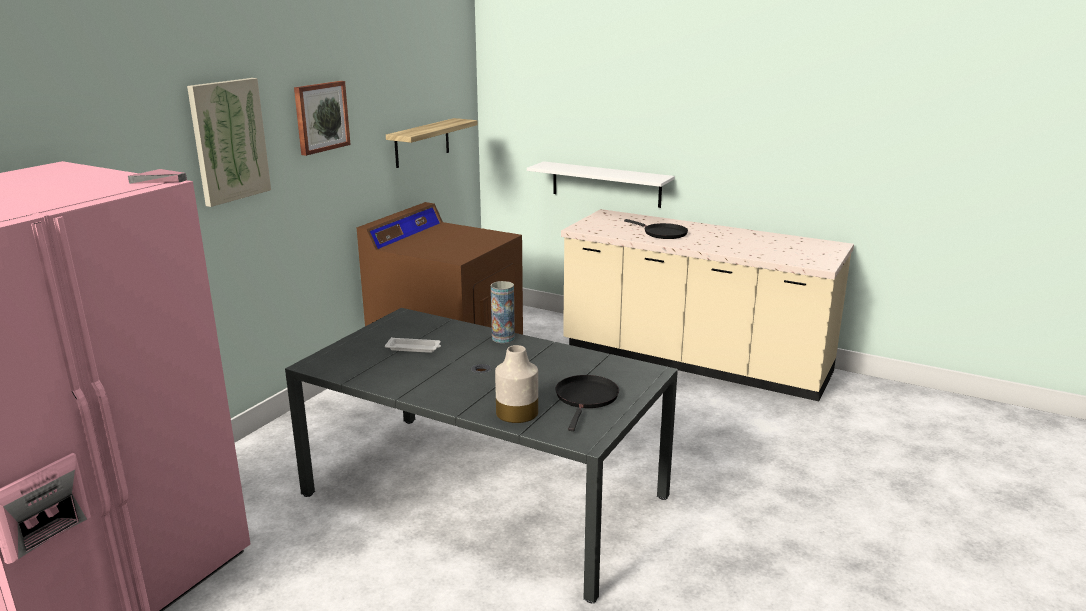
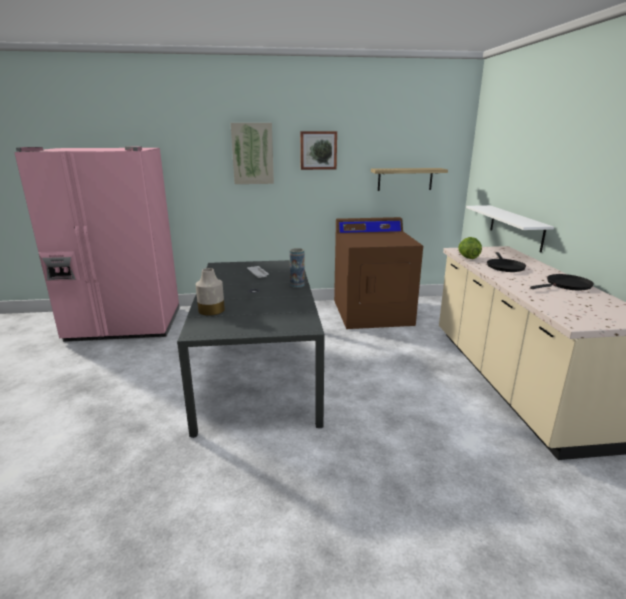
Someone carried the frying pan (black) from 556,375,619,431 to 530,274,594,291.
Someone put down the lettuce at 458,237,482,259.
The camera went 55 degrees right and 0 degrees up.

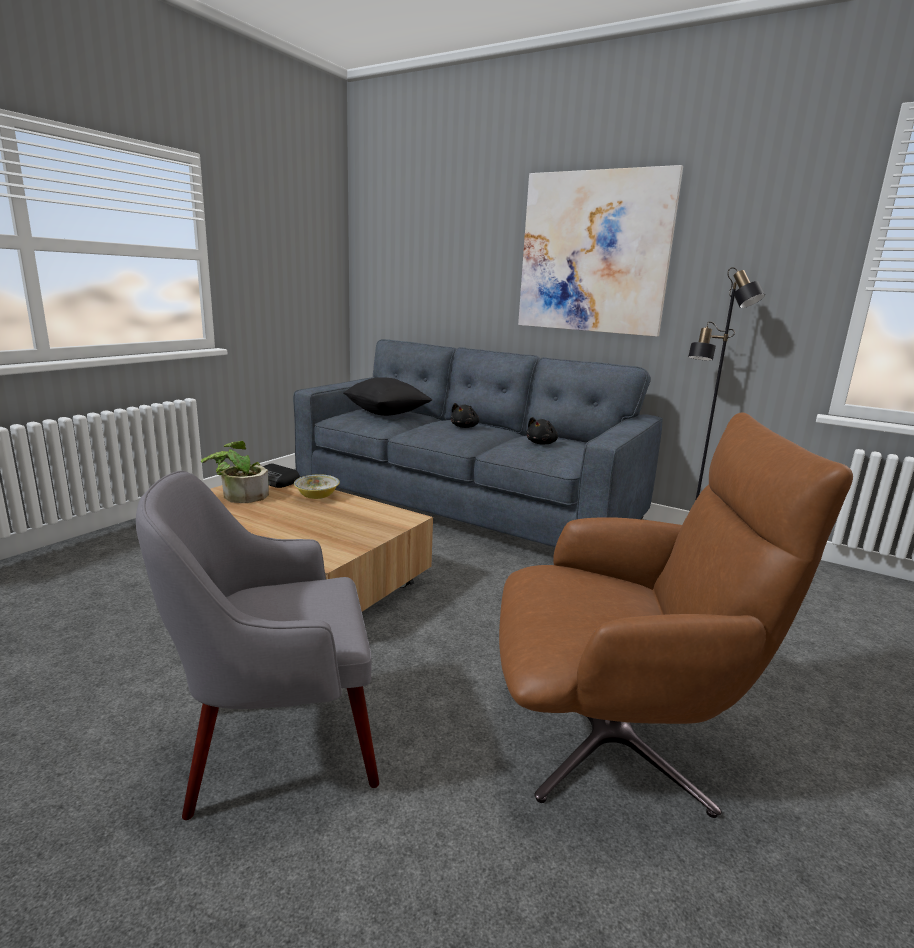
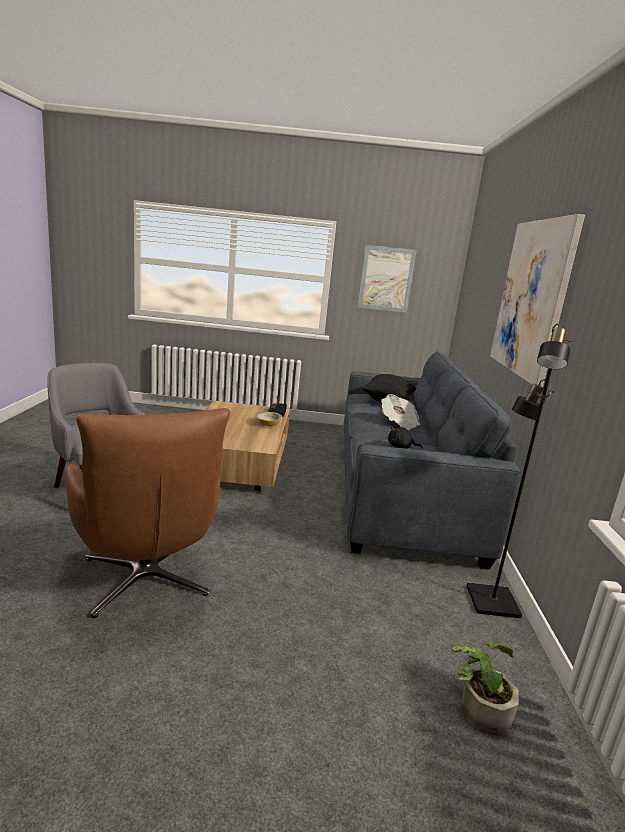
Someone carried the potted plant from 201,441,269,503 to 453,641,519,735.
Someone swapped the plush toy (black) at 451,403,479,428 for the newspaper at 381,394,421,430.
Someone put up the picture at 358,245,417,313.
The camera went 60 degrees right and 0 degrees up.

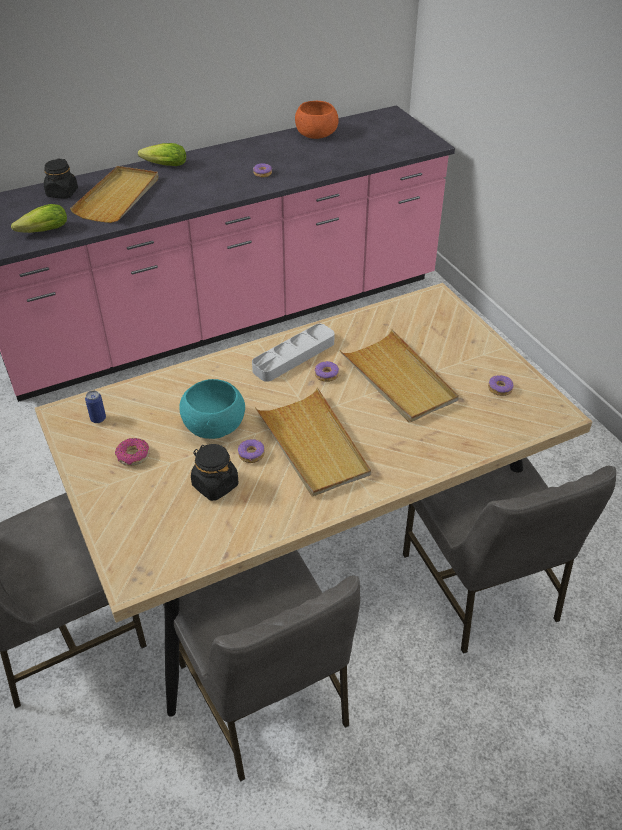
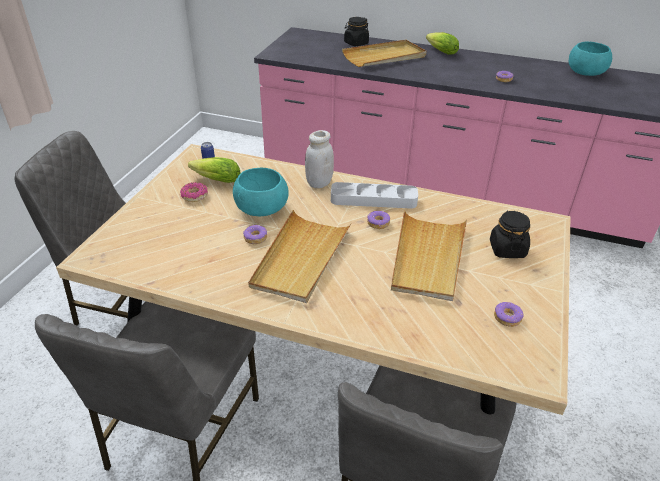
Someone carried the lettuce from 11,204,67,233 to 188,157,241,183.
Someone carried the jar (black) from 191,444,238,501 to 490,211,530,258.
Someone repainted the bowl (orange) at 295,101,339,139, which became the bowl (turquoise) at 569,42,612,76.
Someone put down the jar (white) at 305,130,334,188.
The camera went 45 degrees right and 5 degrees down.

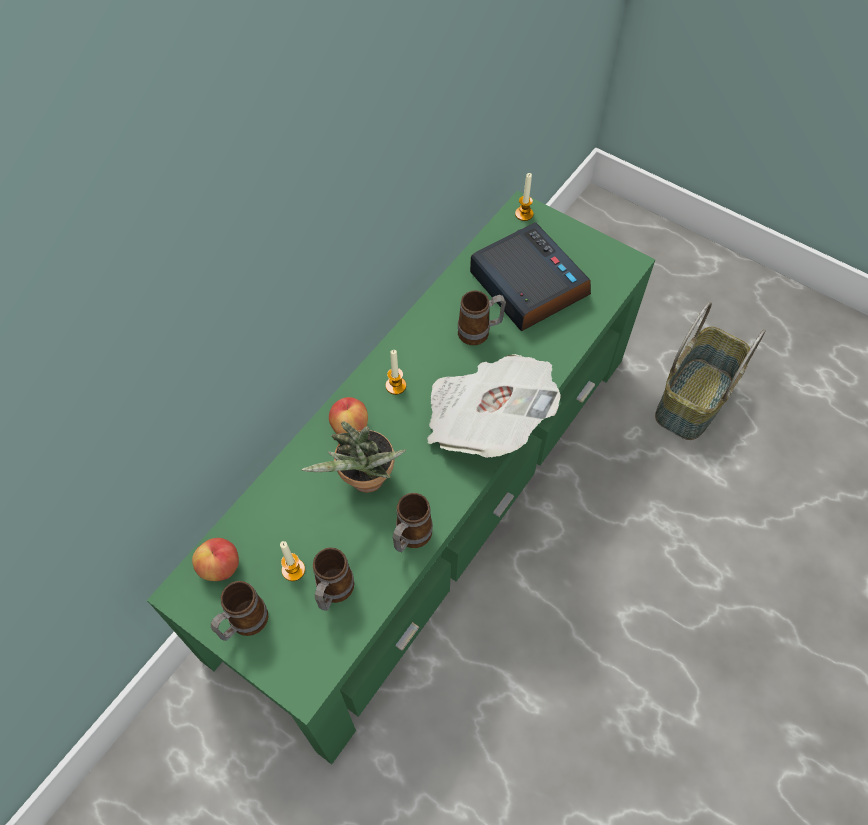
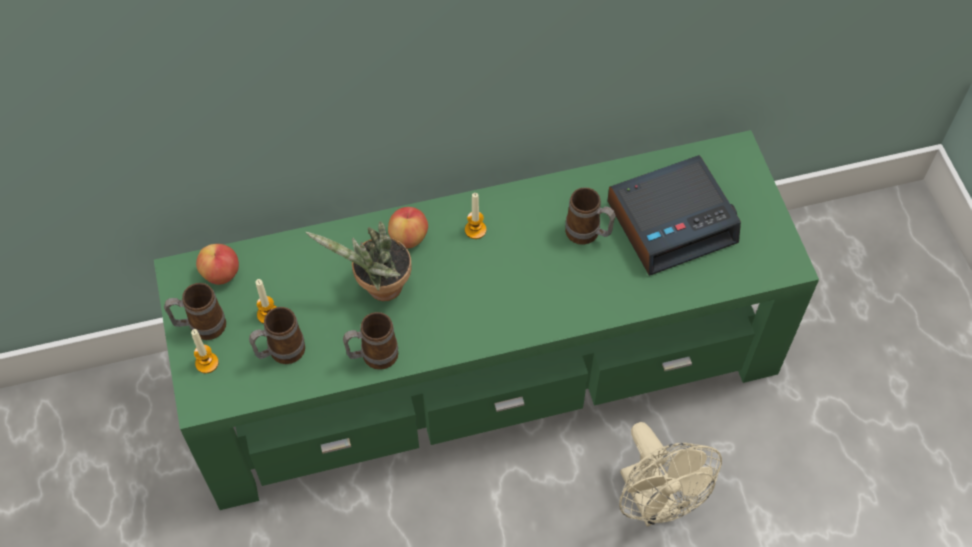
Someone took away the newspaper at 427,354,560,458.
Someone rotated the alarm clock at 470,222,591,331 by 60 degrees clockwise.
Someone carried the candle from 515,173,533,221 to 191,329,219,373.
Someone took away the basket at 655,302,766,440.
Someone put down the fan (beige) at 619,422,722,527.
The camera went 40 degrees right and 0 degrees up.

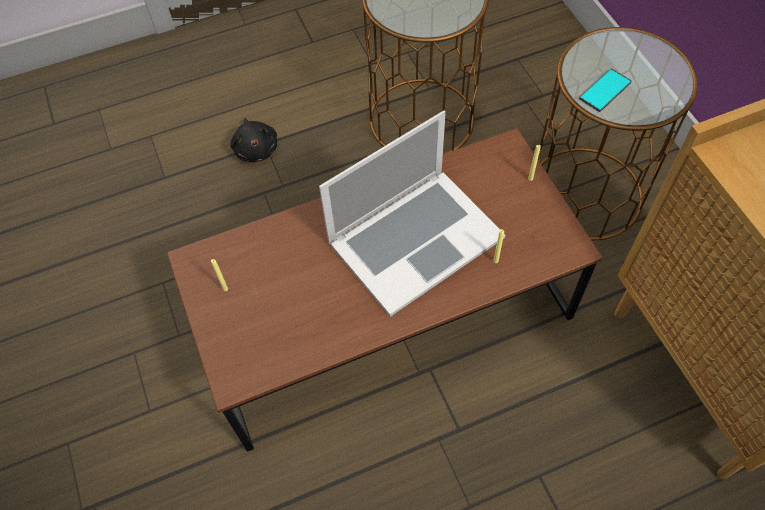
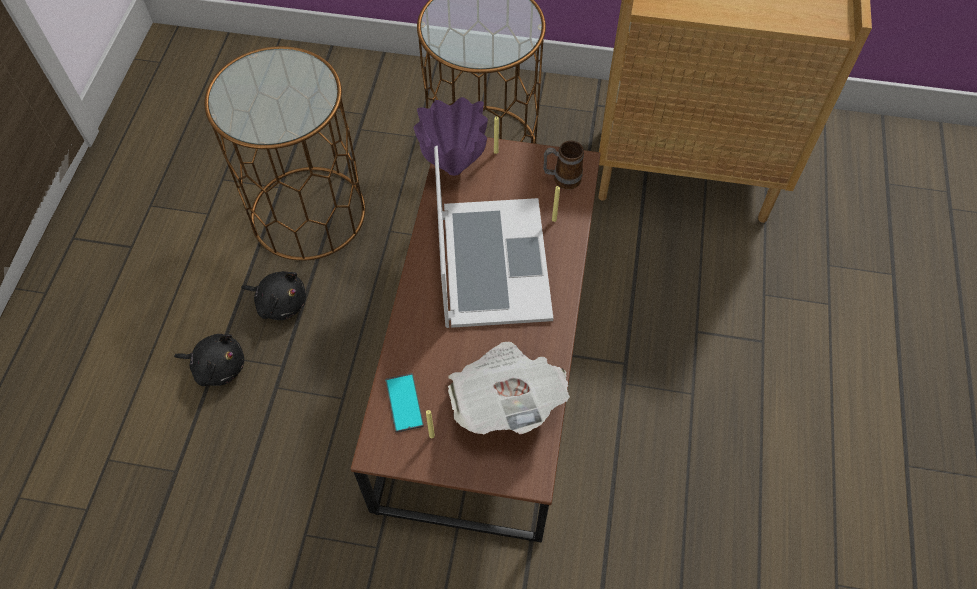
Someone carried the phone from 579,68,632,112 to 385,373,424,433.
Someone put down the plush toy (black) at 241,271,306,320.
Someone put down the vase (purple) at 414,97,488,176.
Someone put down the newspaper at 448,341,570,435.
Someone put down the mug at 543,141,584,190.
The camera went 60 degrees left and 0 degrees up.

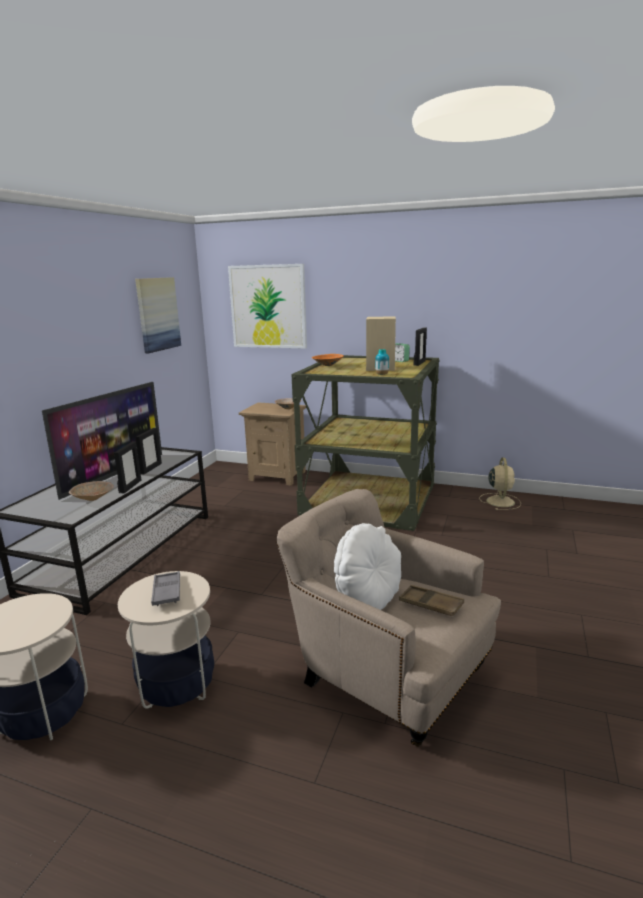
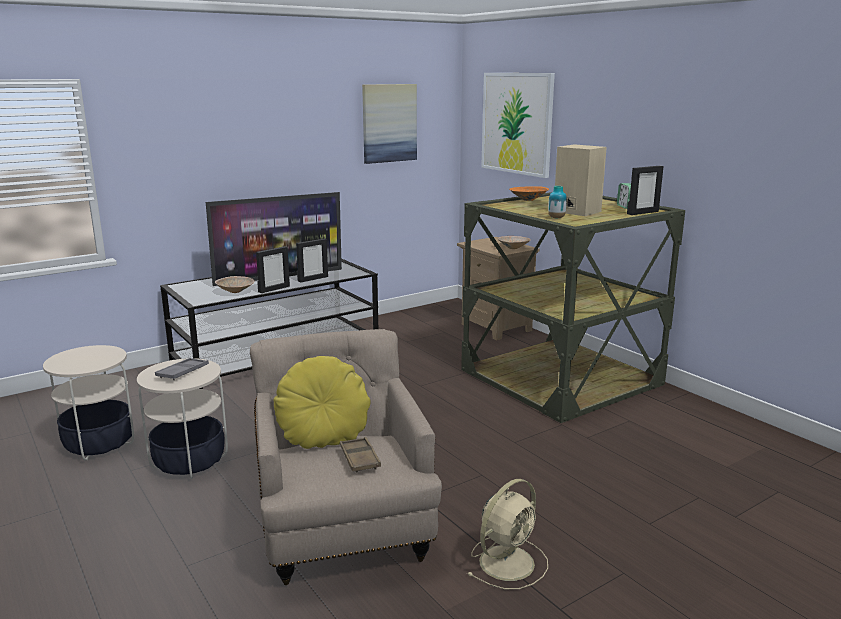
Someone repainted the pillow (white) at 334,523,401,610, which became the pillow (yellow) at 274,356,371,449.
Someone carried the fan (beige) from 479,457,521,510 to 467,479,548,589.
The camera went 35 degrees right and 0 degrees up.

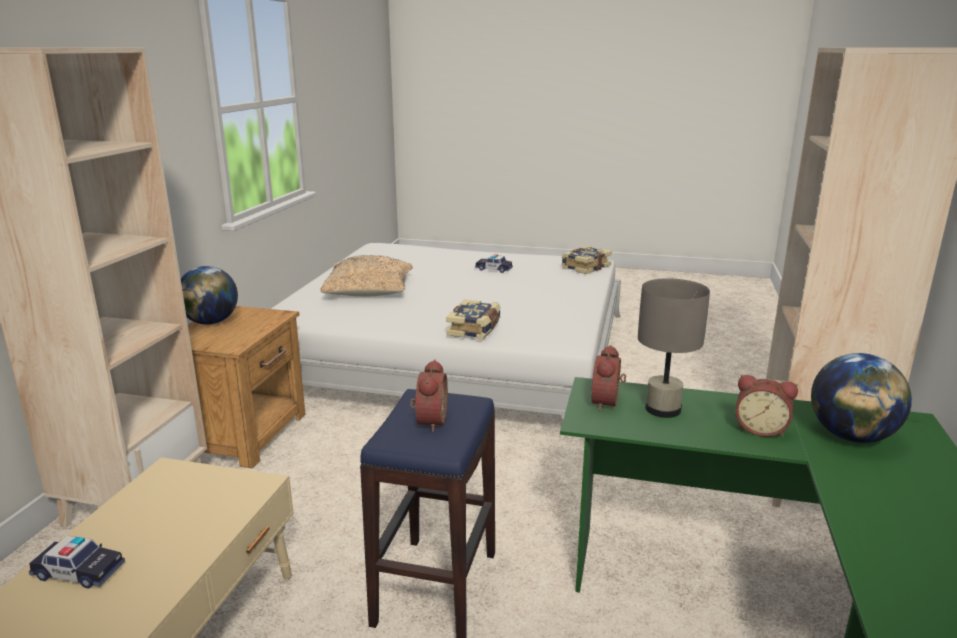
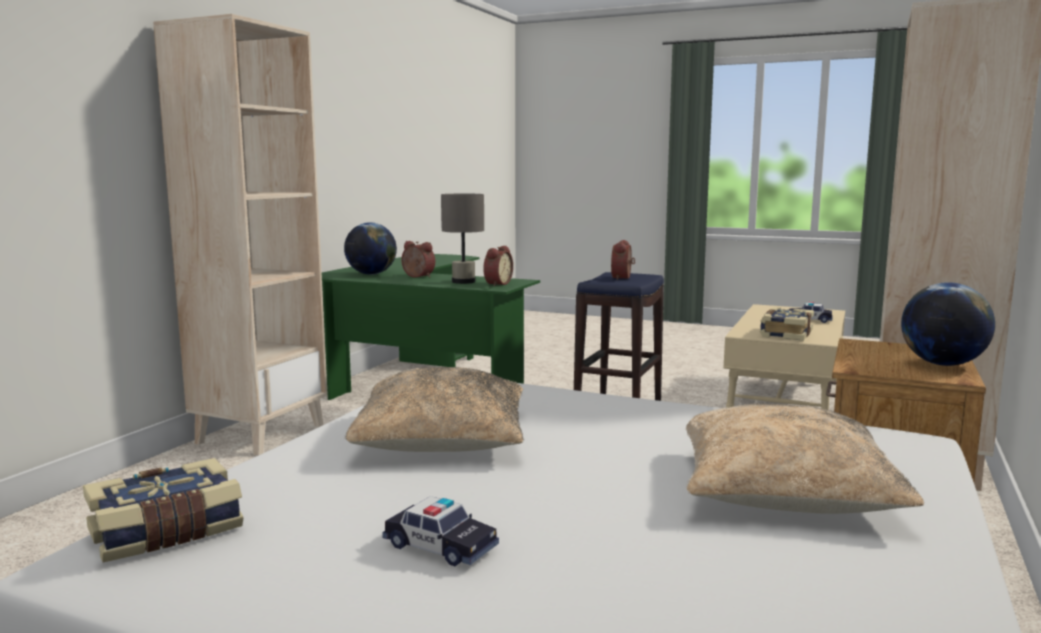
Someone carried the book from 446,299,501,340 to 760,307,814,341.
Someone put down the pillow (beige) at 345,366,524,452.
The camera went 170 degrees left and 10 degrees down.

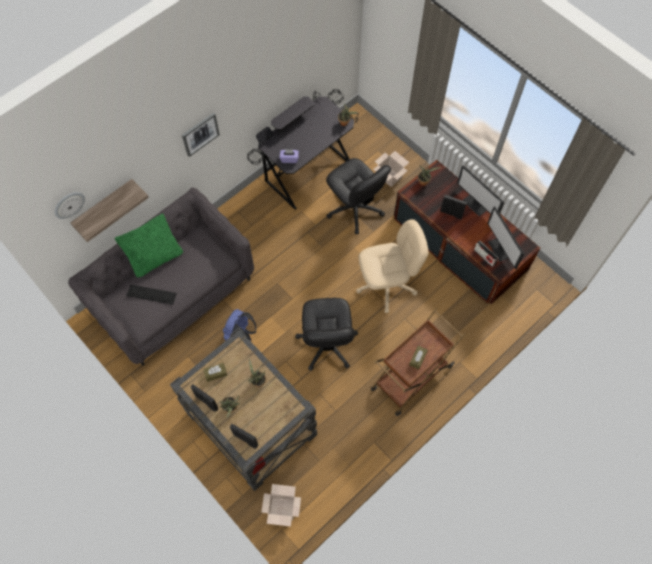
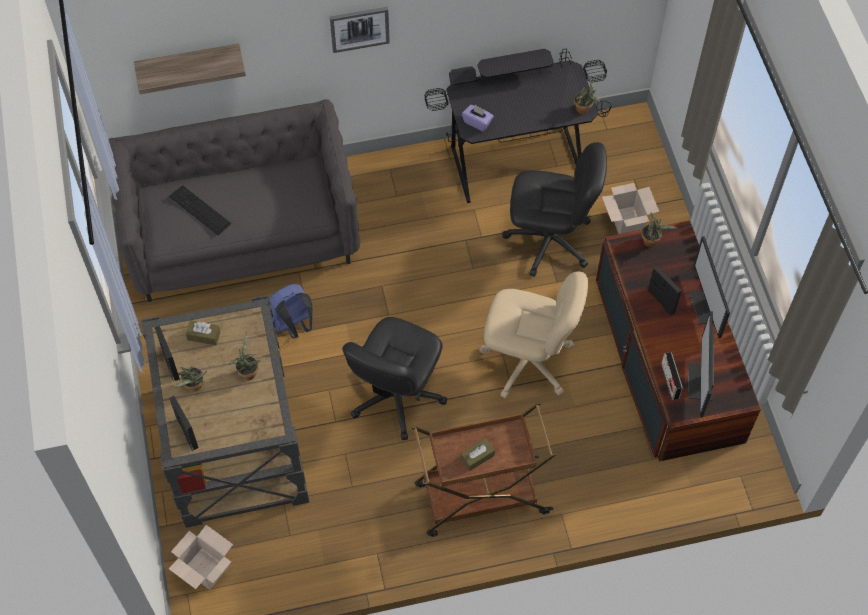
Someone took away the wall clock at 55,192,85,219.
Someone took away the pillow (green) at 115,213,183,278.
Someone rotated the office chair (black) at 326,158,391,234 by 75 degrees counterclockwise.
The camera went 30 degrees right and 5 degrees down.

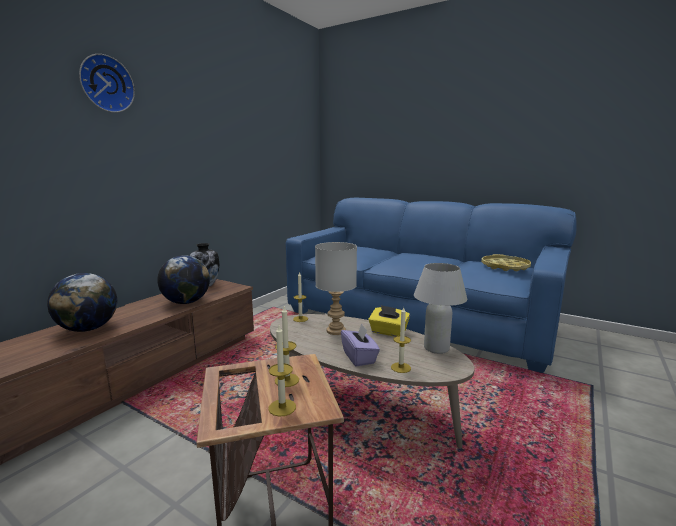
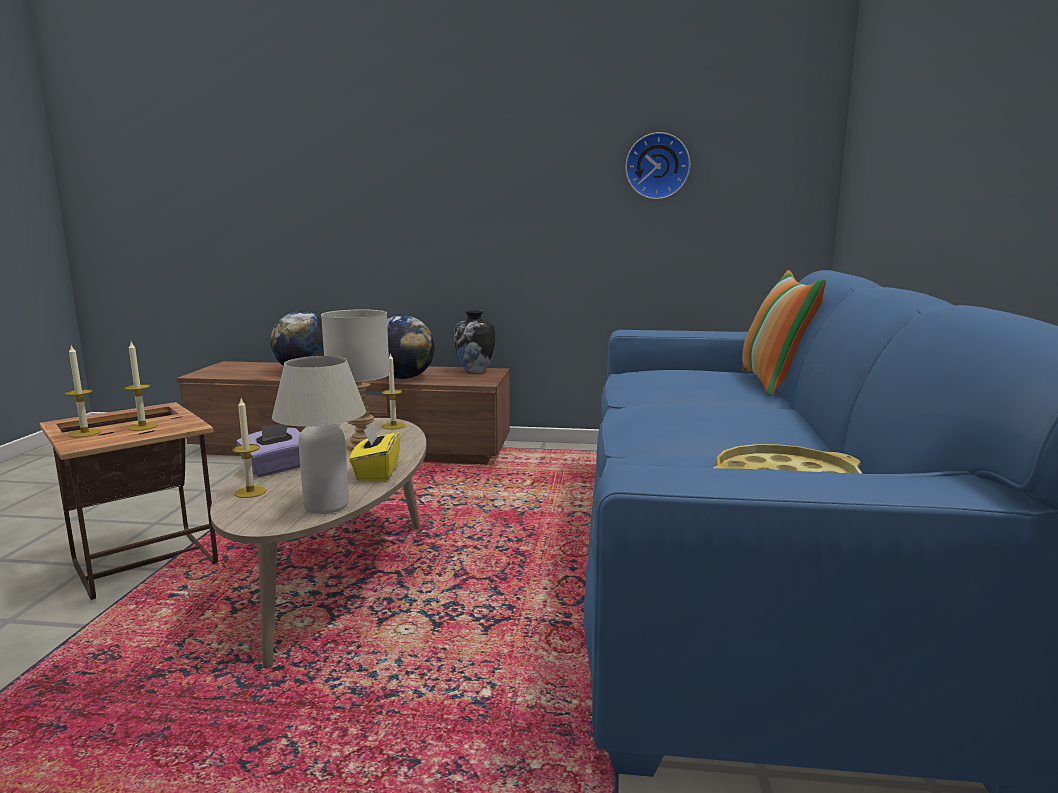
Someone carried the wall clock from 79,54,135,113 to 625,132,690,199.
Someone put down the pillow at 742,270,826,396.
The camera went 65 degrees right and 0 degrees up.

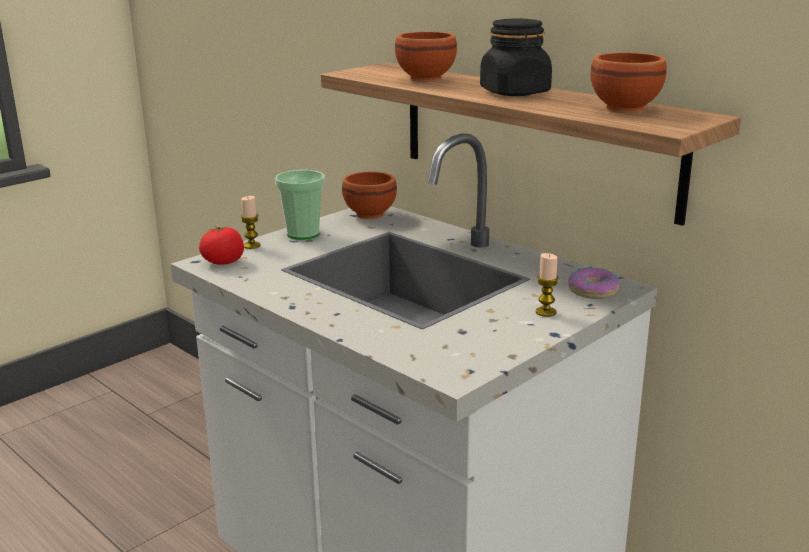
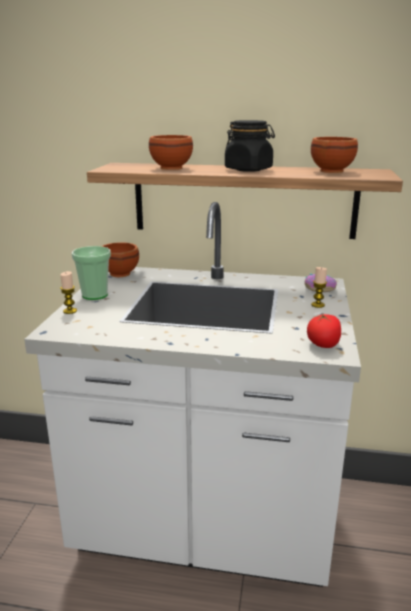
Someone carried the tomato from 199,226,244,265 to 307,313,341,348.
The camera went 35 degrees left and 0 degrees up.

